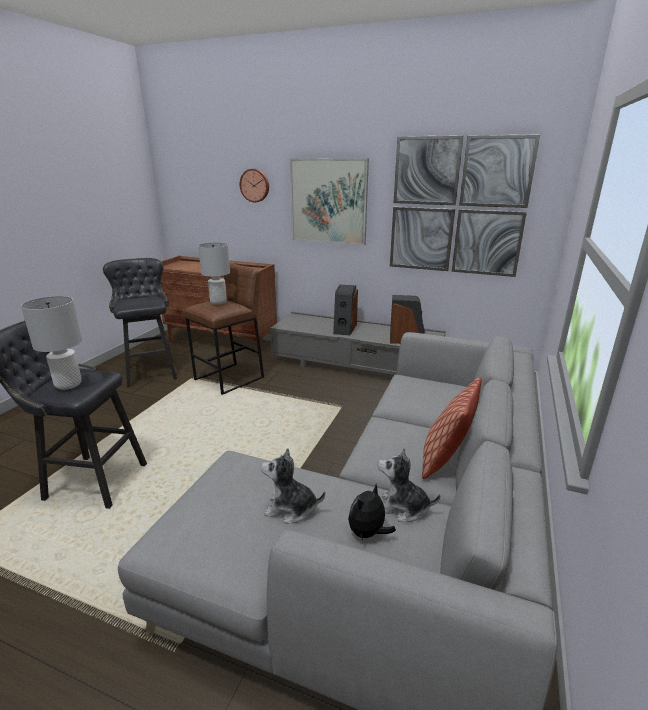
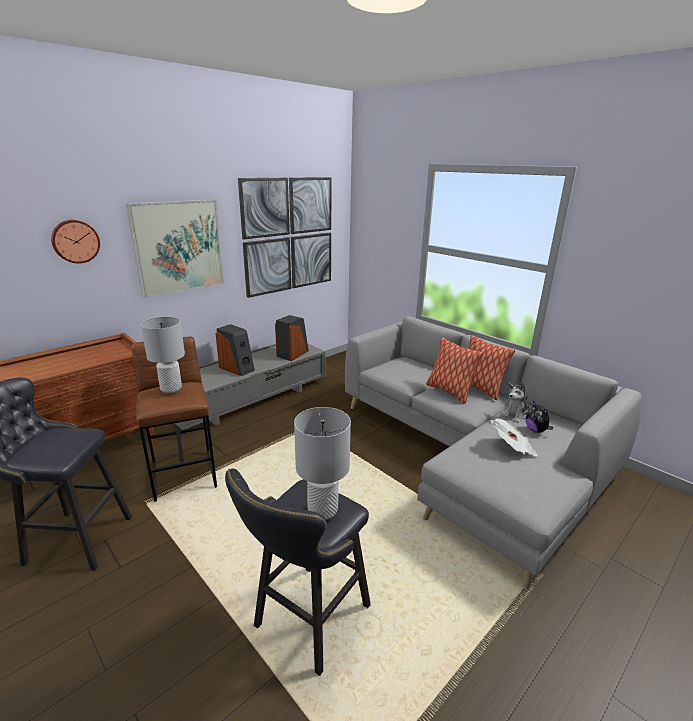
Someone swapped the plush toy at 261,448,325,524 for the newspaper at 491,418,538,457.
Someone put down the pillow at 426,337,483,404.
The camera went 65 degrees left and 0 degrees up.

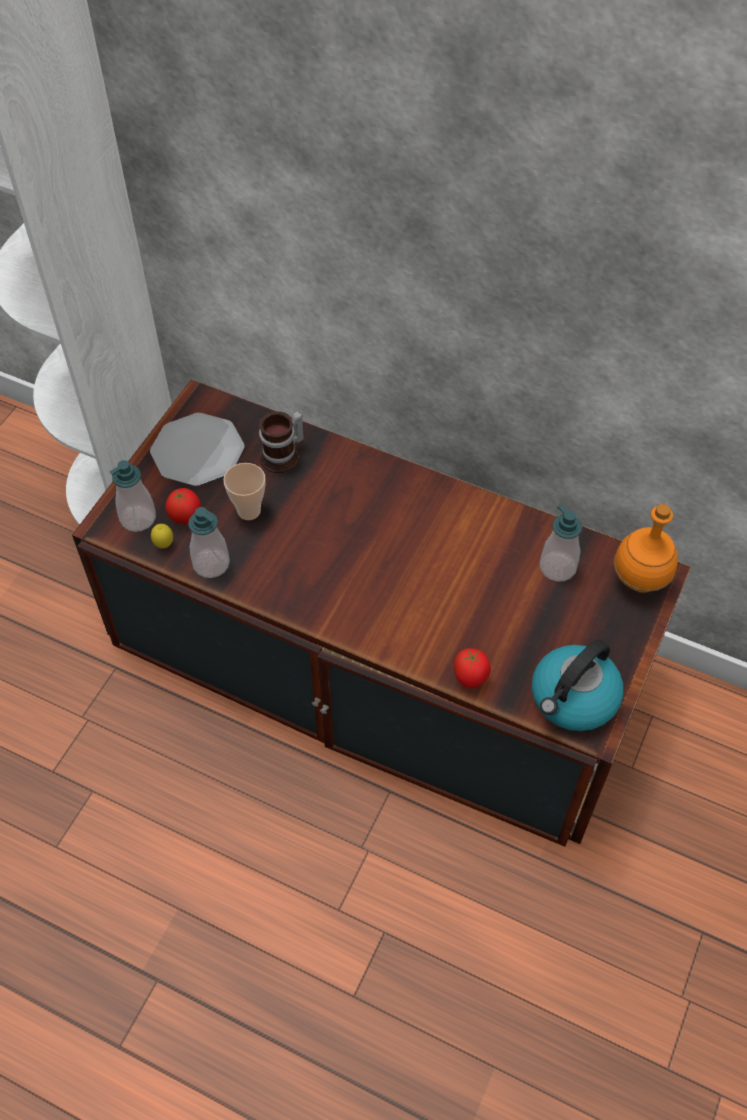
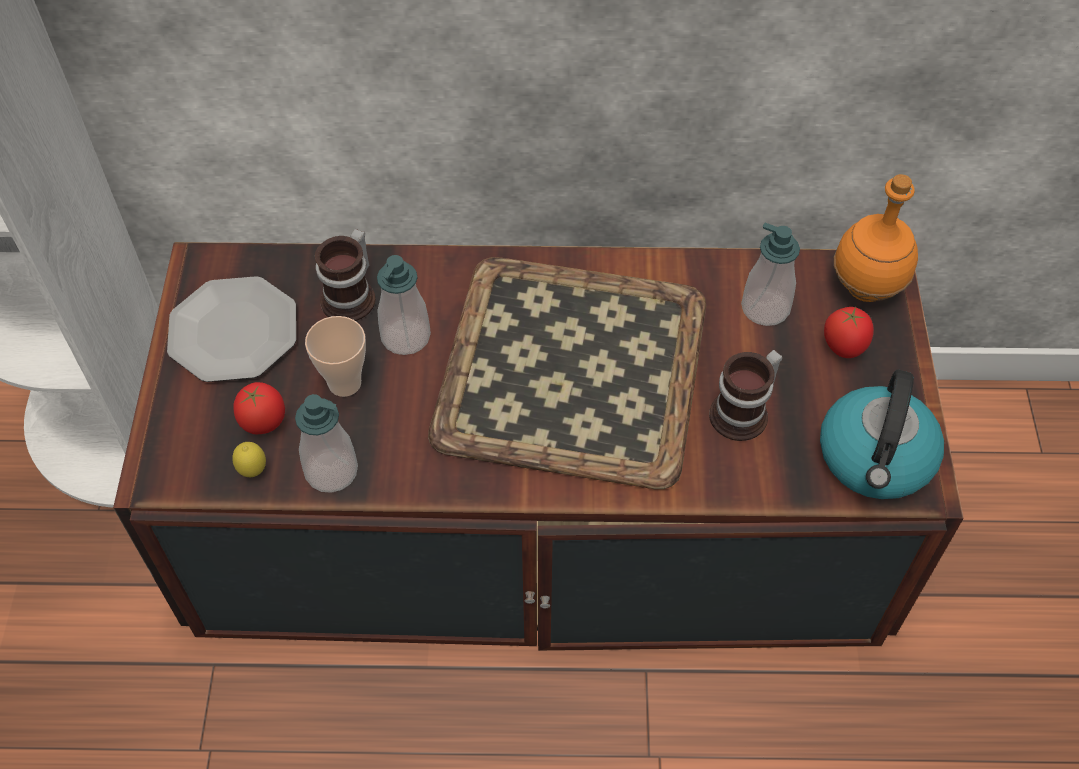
Someone carried the soap dispenser from 110,460,156,532 to 377,255,431,355.
Someone carried the tomato from 454,648,491,688 to 824,307,874,358.
Someone put down the tray at 428,257,706,489.
Someone put down the mug at 709,350,783,441.
The camera went 25 degrees left and 0 degrees up.

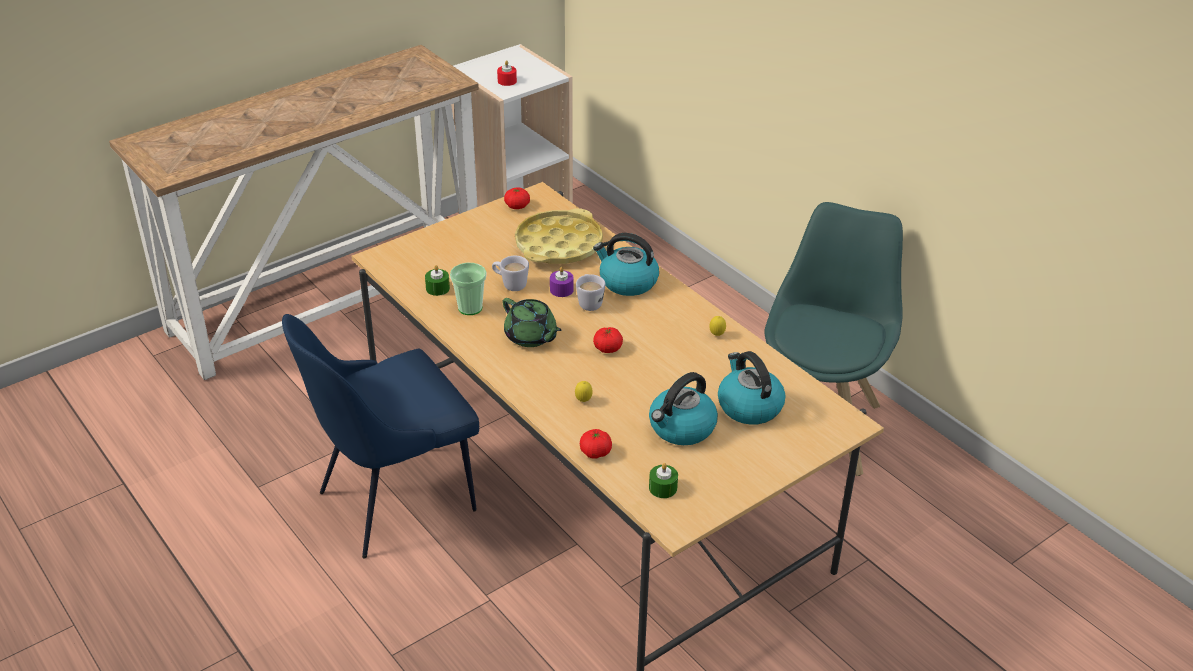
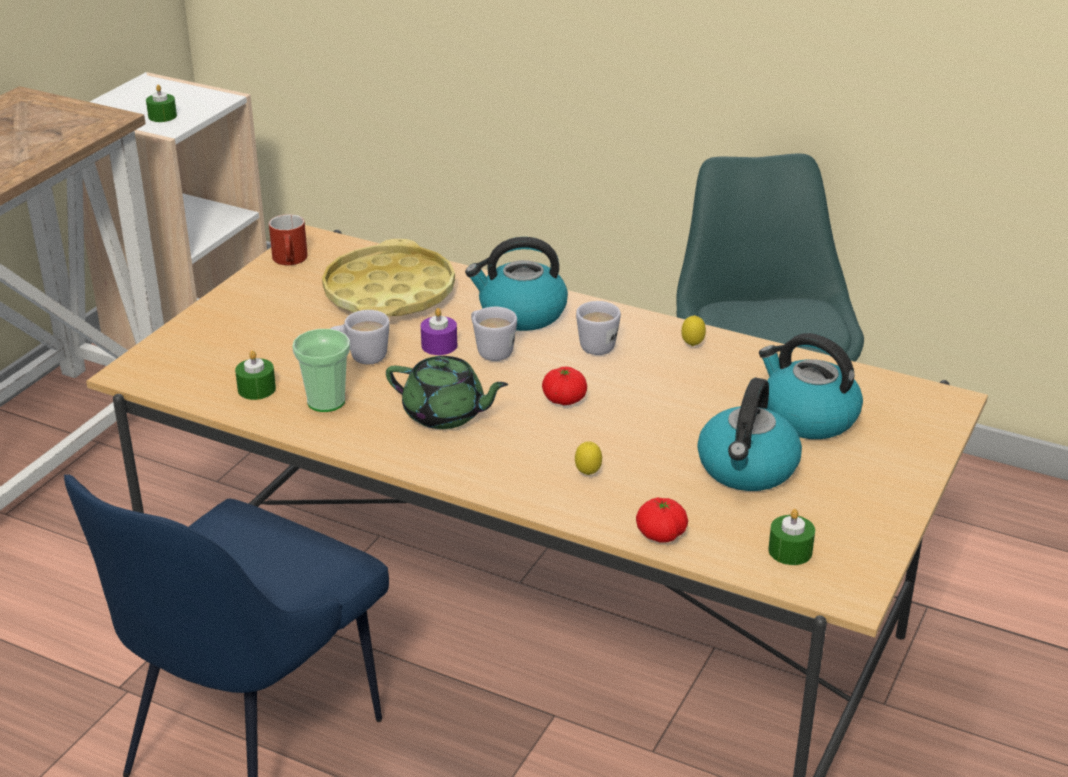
Someone repainted the candle (red) at 497,60,517,86, which became the candle (green) at 146,84,177,122.
Someone swapped the tomato at 504,188,530,209 for the mug (red) at 269,214,308,265.
Someone put down the mug (white) at 576,301,621,355.
The camera went 25 degrees left and 5 degrees down.

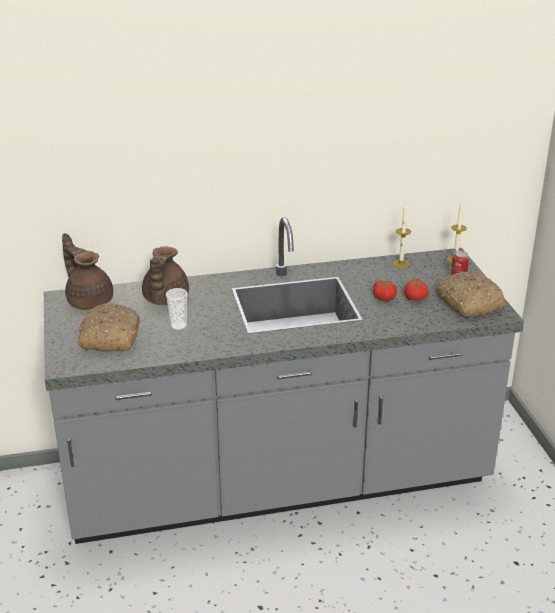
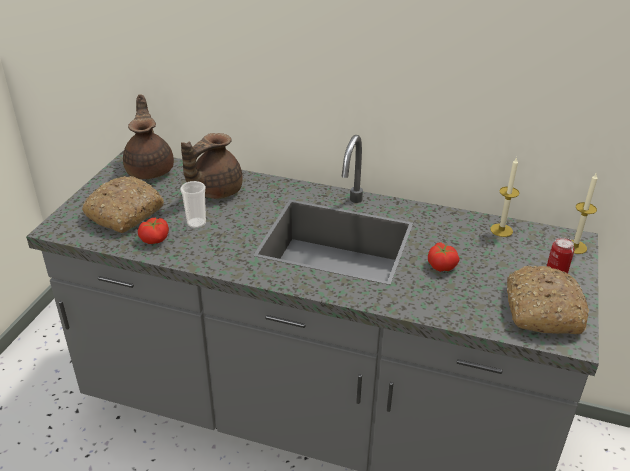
Someone carried the tomato from 404,279,429,301 to 138,218,169,244.
The camera went 30 degrees right and 5 degrees up.

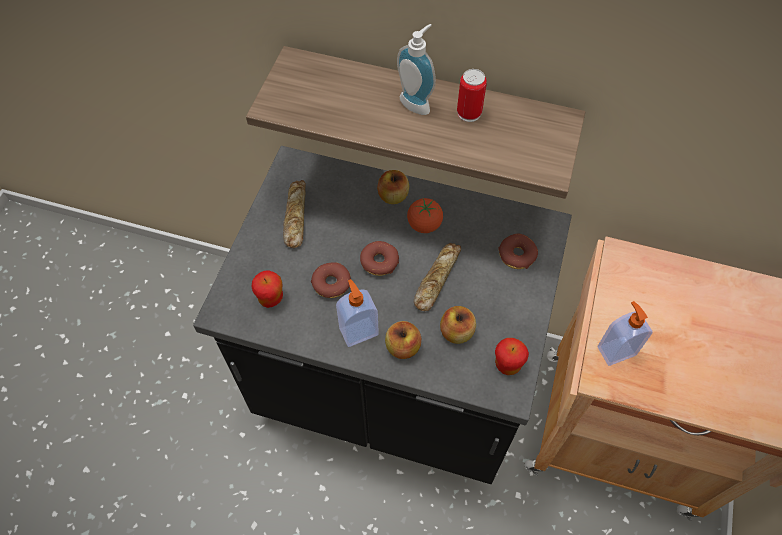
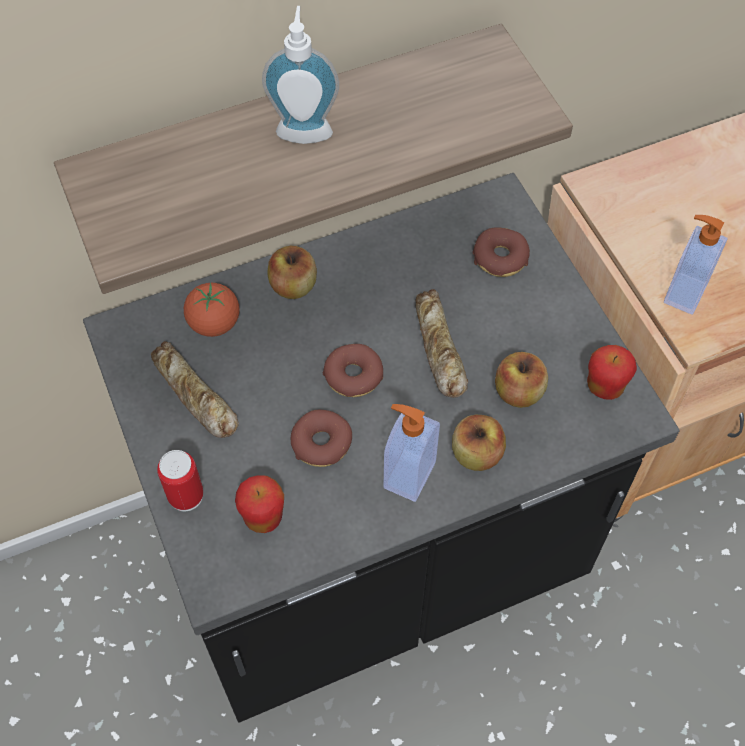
Someone carried the tomato from 407,198,443,233 to 184,283,239,337.
Someone carried the can from 457,69,487,122 to 157,450,204,511.
The camera went 40 degrees left and 0 degrees up.

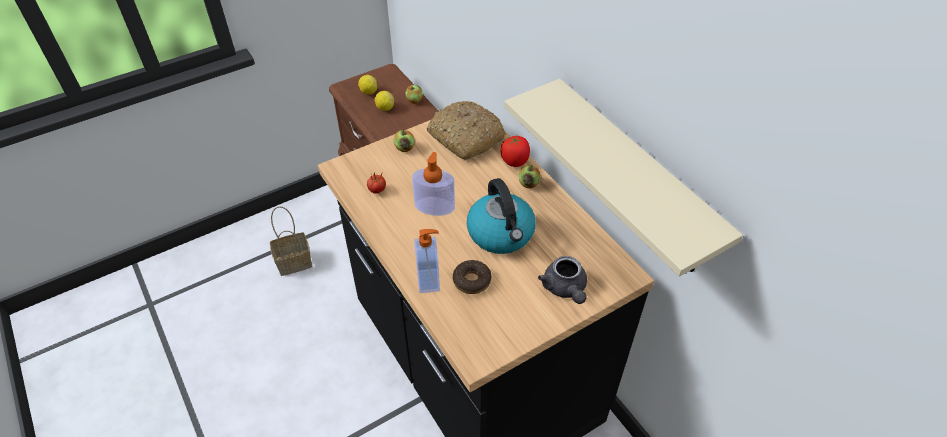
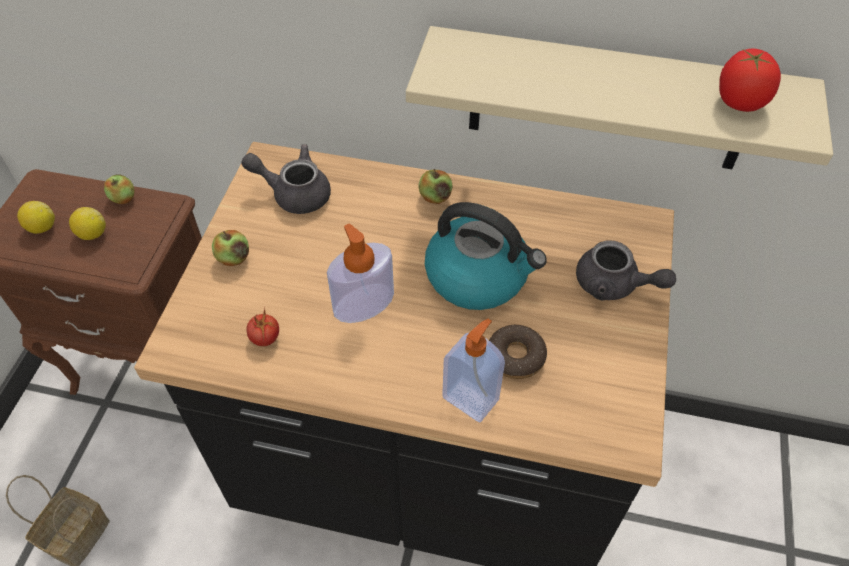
Someone swapped the bread at 427,101,506,159 for the teapot (grey) at 242,144,331,214.
Someone carried the tomato from 500,136,530,167 to 719,48,781,112.
The camera went 45 degrees left and 5 degrees up.

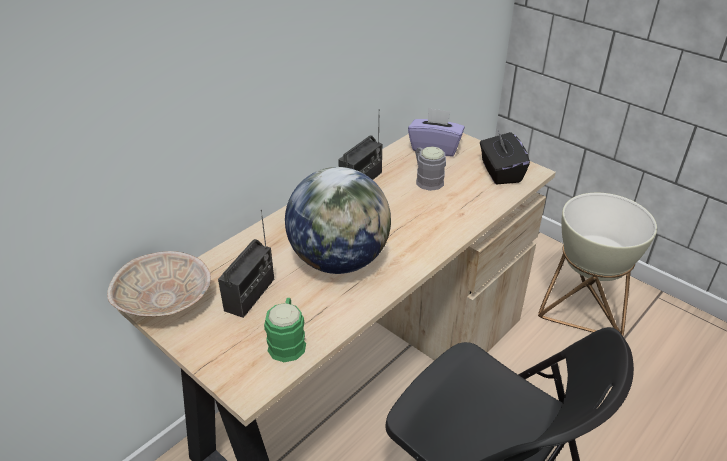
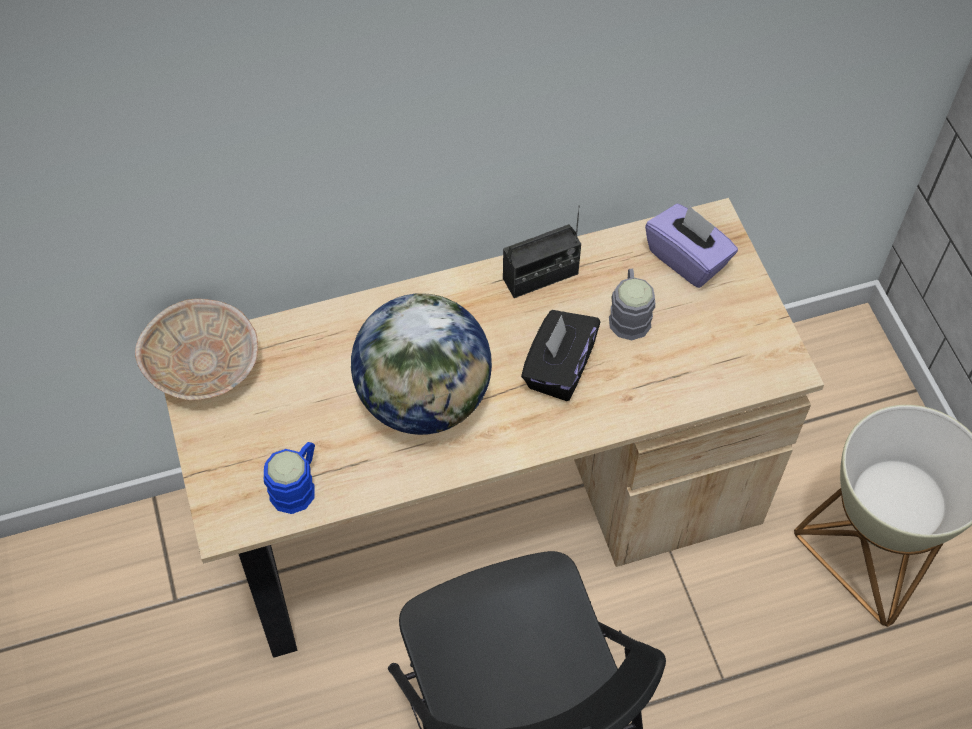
Someone took away the radio at 218,210,274,318.
Someone repainted the mug (green) at 264,298,306,362, which became the mug (blue) at 264,442,315,514.
Someone carried the tissue box (black) from 480,131,530,185 to 521,310,600,401.
The camera went 30 degrees right and 20 degrees up.

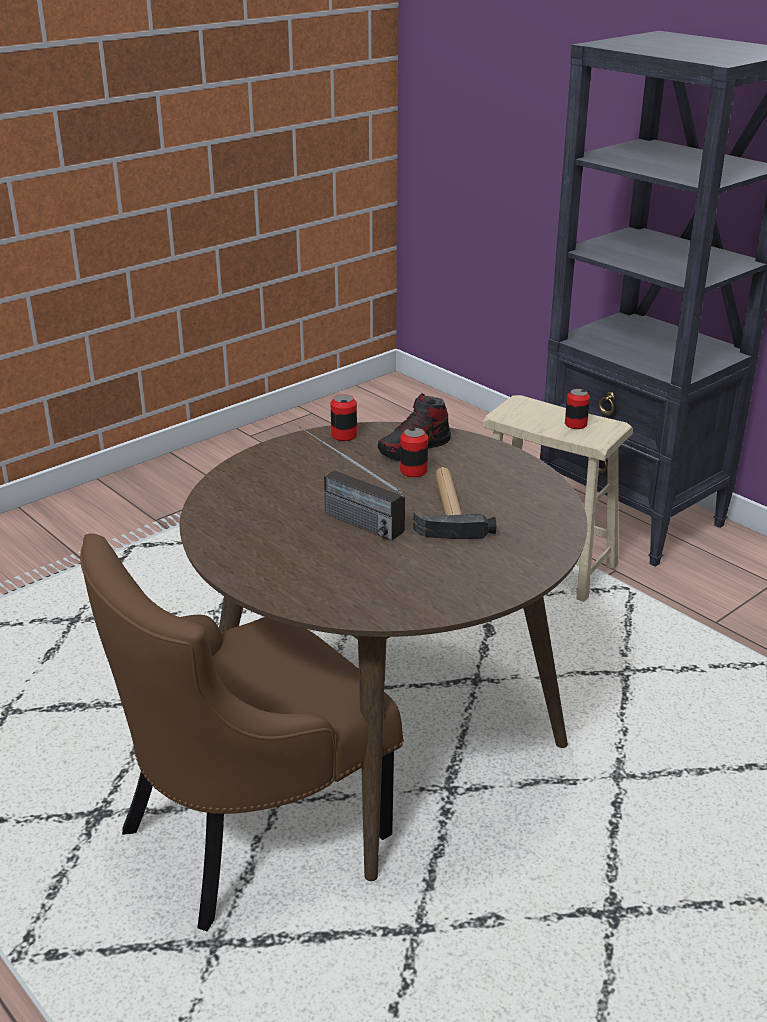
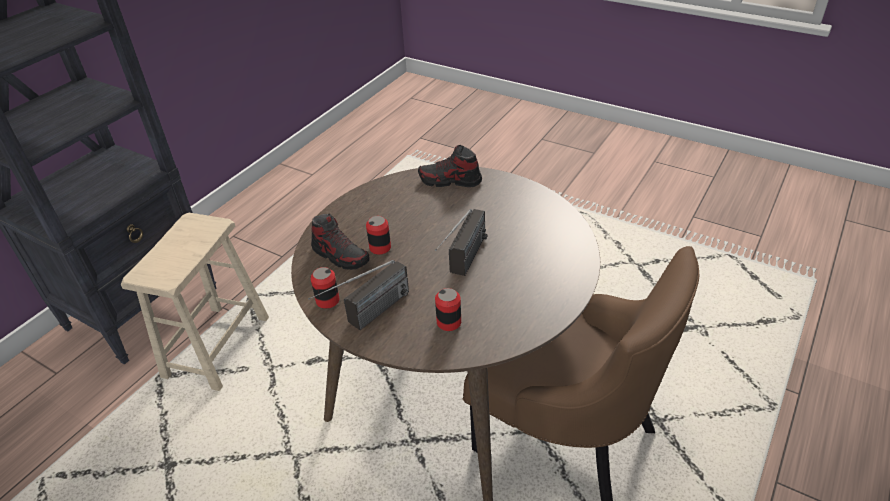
Someone took away the hammer at 413,467,496,539.
Someone carried the can from 565,389,590,429 to 435,288,461,331.
Someone put down the radio at 308,260,409,330.
Someone put down the shoe at 418,145,482,187.
The camera went 105 degrees left and 10 degrees up.

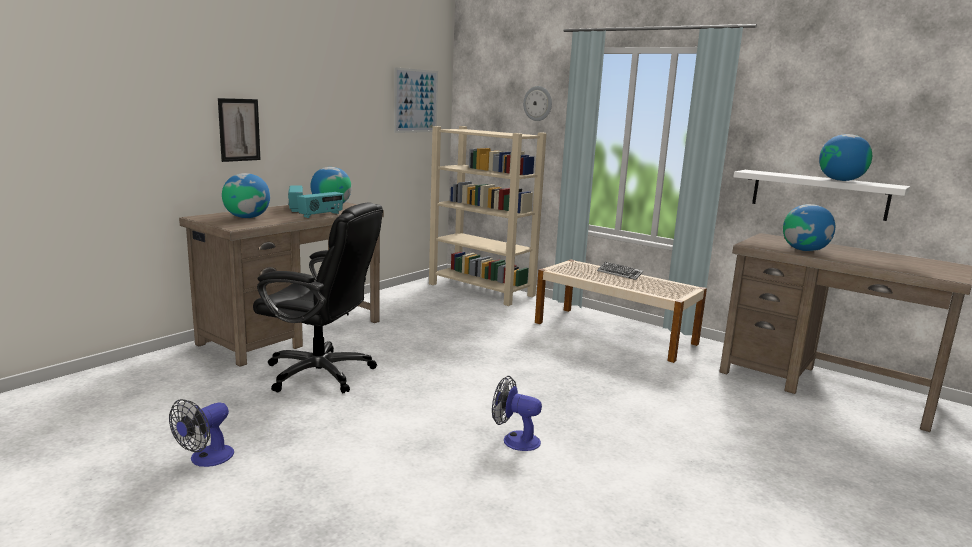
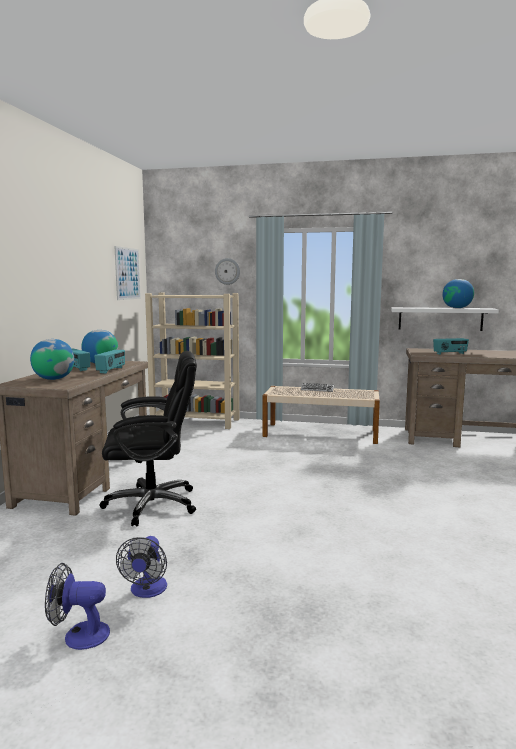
Someone took away the picture at 218,98,261,162.
Someone carried the fan from 492,376,542,451 to 45,563,110,650.
Someone swapped the globe at 783,204,835,251 for the radio at 433,338,469,355.
The camera went 25 degrees left and 5 degrees down.

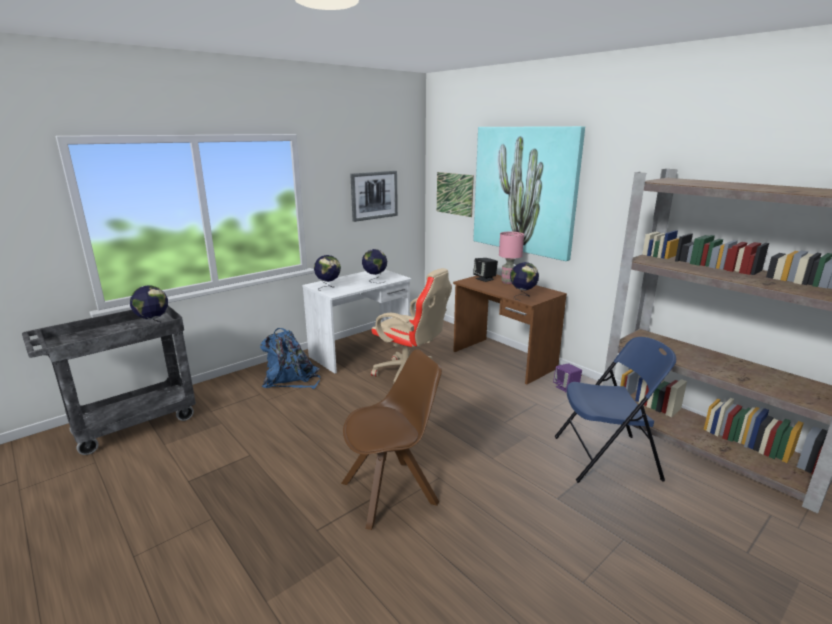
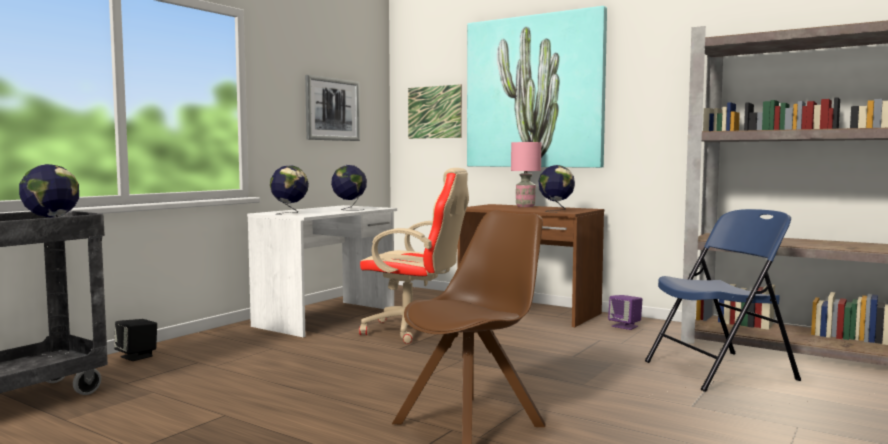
Someone took away the backpack (blue) at 260,328,320,389.
Someone carried the speaker (black) from 473,258,498,282 to 114,319,157,361.
The camera went 15 degrees left and 15 degrees down.

